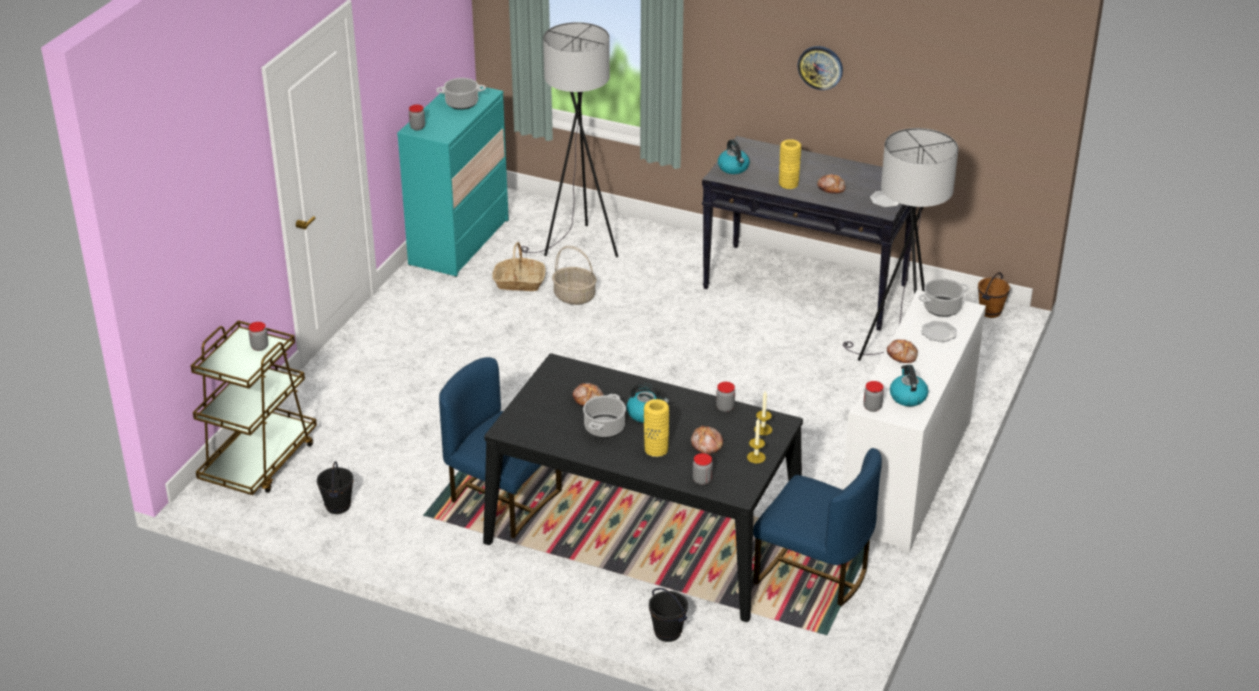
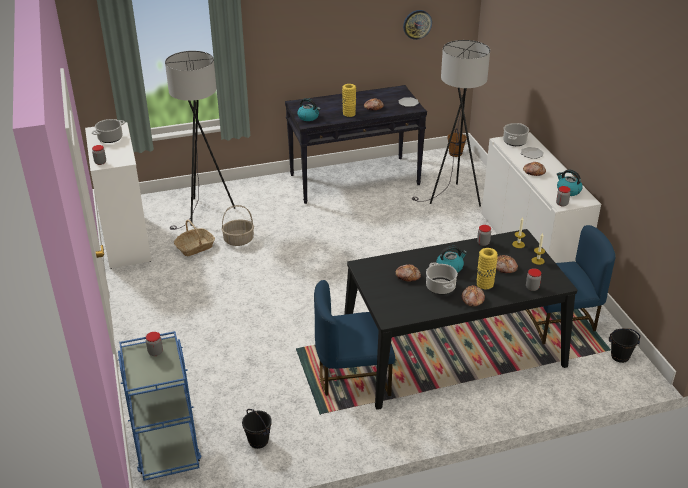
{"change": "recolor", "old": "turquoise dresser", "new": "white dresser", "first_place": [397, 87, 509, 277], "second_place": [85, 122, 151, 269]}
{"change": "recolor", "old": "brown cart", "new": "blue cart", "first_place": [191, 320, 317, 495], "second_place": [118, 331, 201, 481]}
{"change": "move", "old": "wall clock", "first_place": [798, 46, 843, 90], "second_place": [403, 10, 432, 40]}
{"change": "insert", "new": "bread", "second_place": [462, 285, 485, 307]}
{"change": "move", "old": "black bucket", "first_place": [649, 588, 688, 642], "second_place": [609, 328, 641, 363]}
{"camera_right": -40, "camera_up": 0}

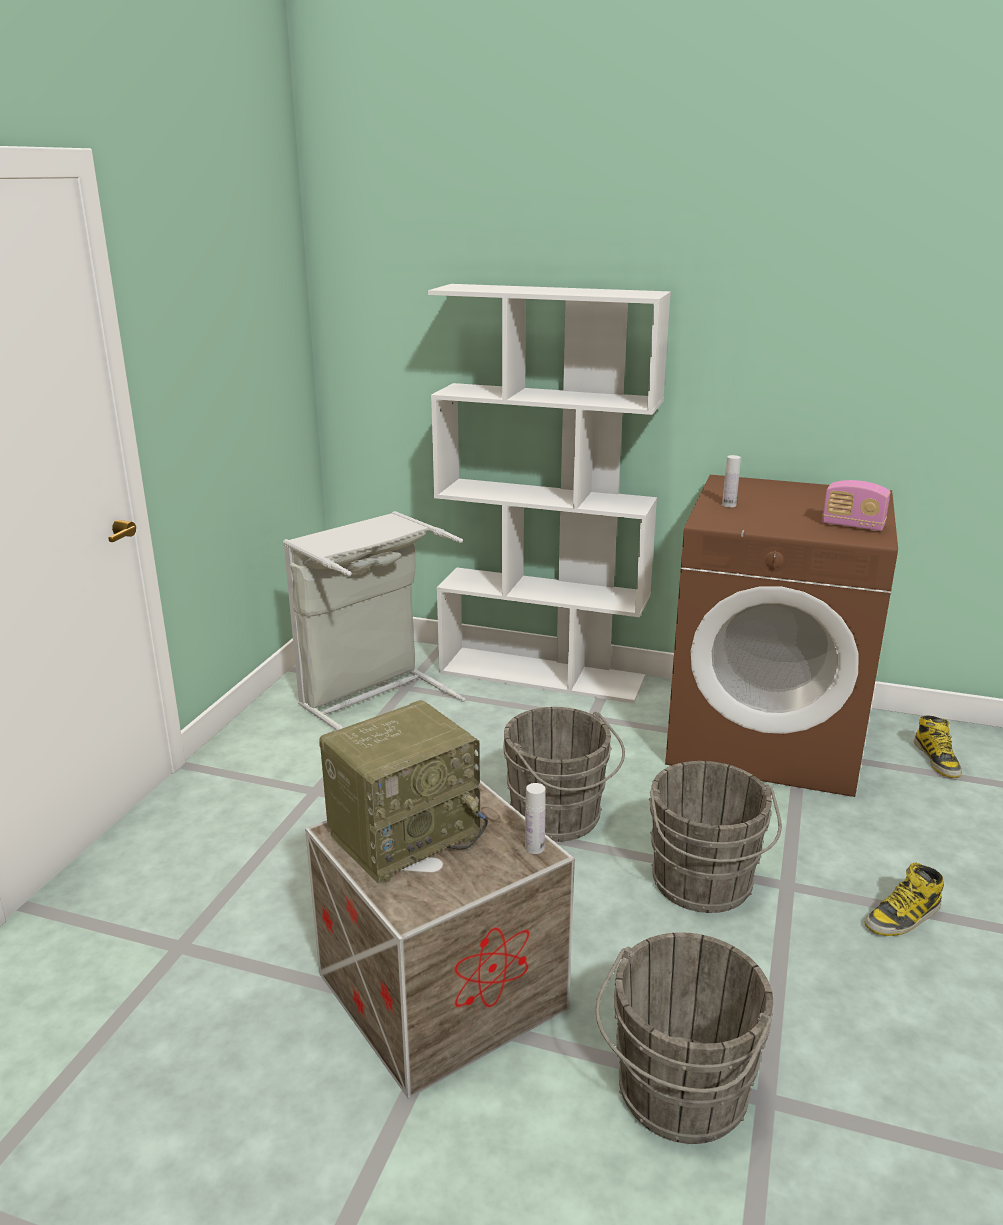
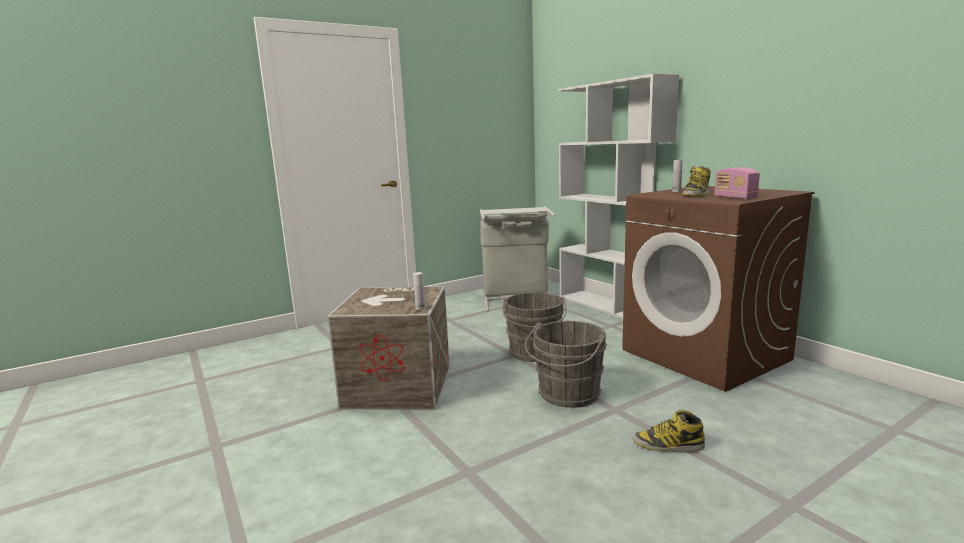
{"change": "move", "old": "boot", "first_place": [914, 716, 962, 778], "second_place": [683, 166, 711, 197]}
{"change": "delete", "old": "radio", "first_place": [319, 700, 488, 884]}
{"change": "delete", "old": "grey bucket", "first_place": [595, 932, 773, 1144]}
{"camera_right": 40, "camera_up": -10}

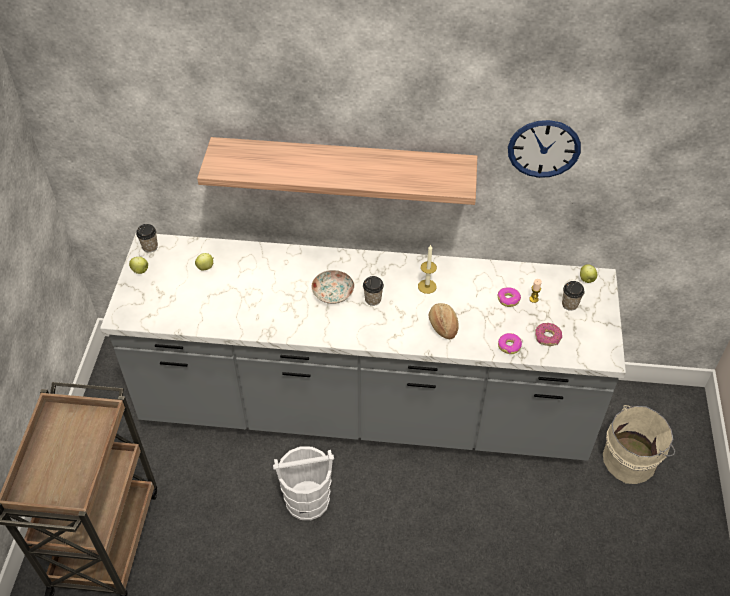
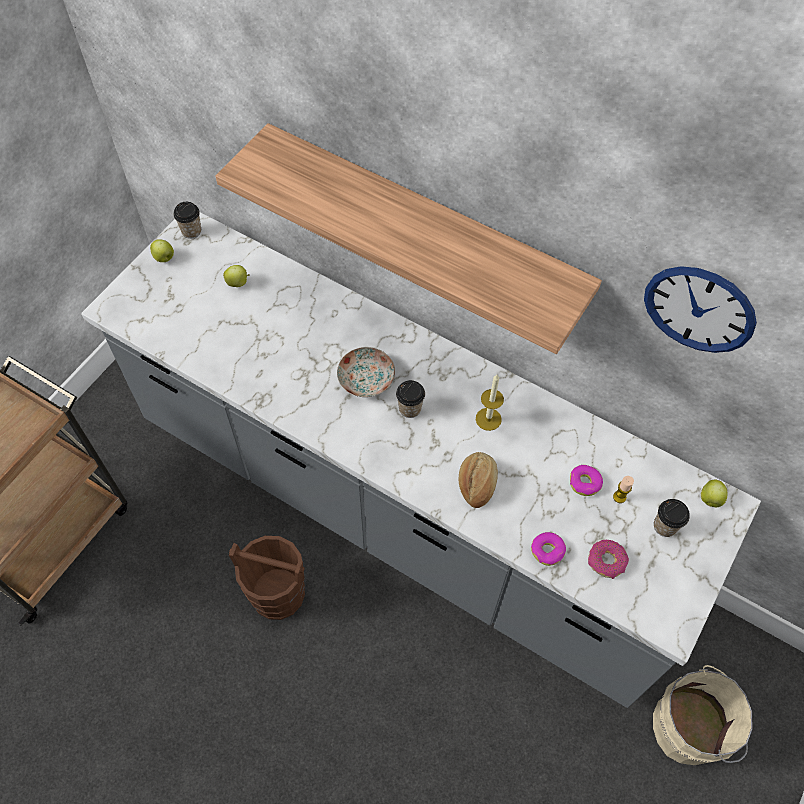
{"change": "recolor", "old": "white bucket", "new": "brown bucket", "first_place": [273, 446, 334, 520], "second_place": [229, 536, 305, 620]}
{"camera_right": 25, "camera_up": 10}

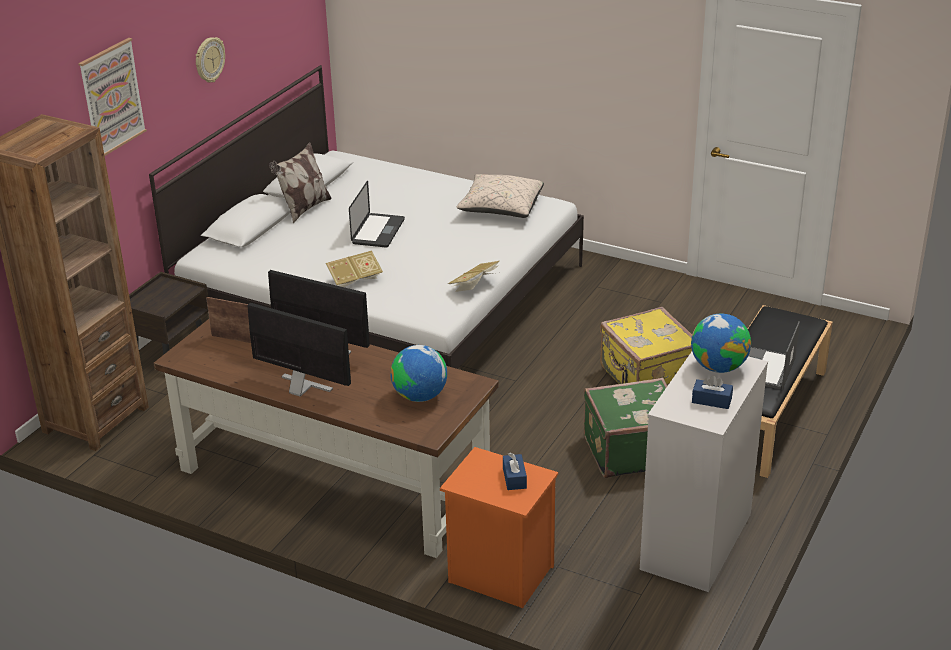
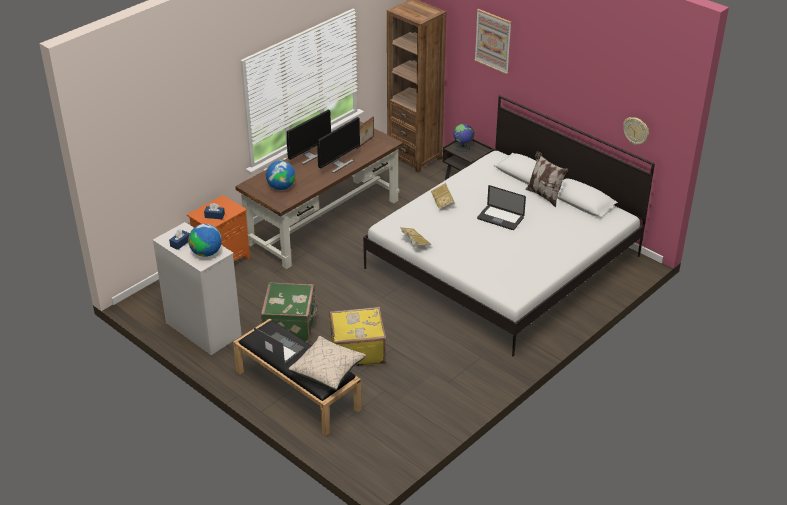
{"change": "move", "old": "beige pillow", "first_place": [457, 174, 544, 218], "second_place": [288, 336, 366, 390]}
{"change": "insert", "new": "globe", "second_place": [453, 124, 475, 152]}
{"change": "move", "old": "wall clock", "first_place": [196, 37, 225, 83], "second_place": [623, 117, 649, 145]}
{"camera_right": 105, "camera_up": 5}

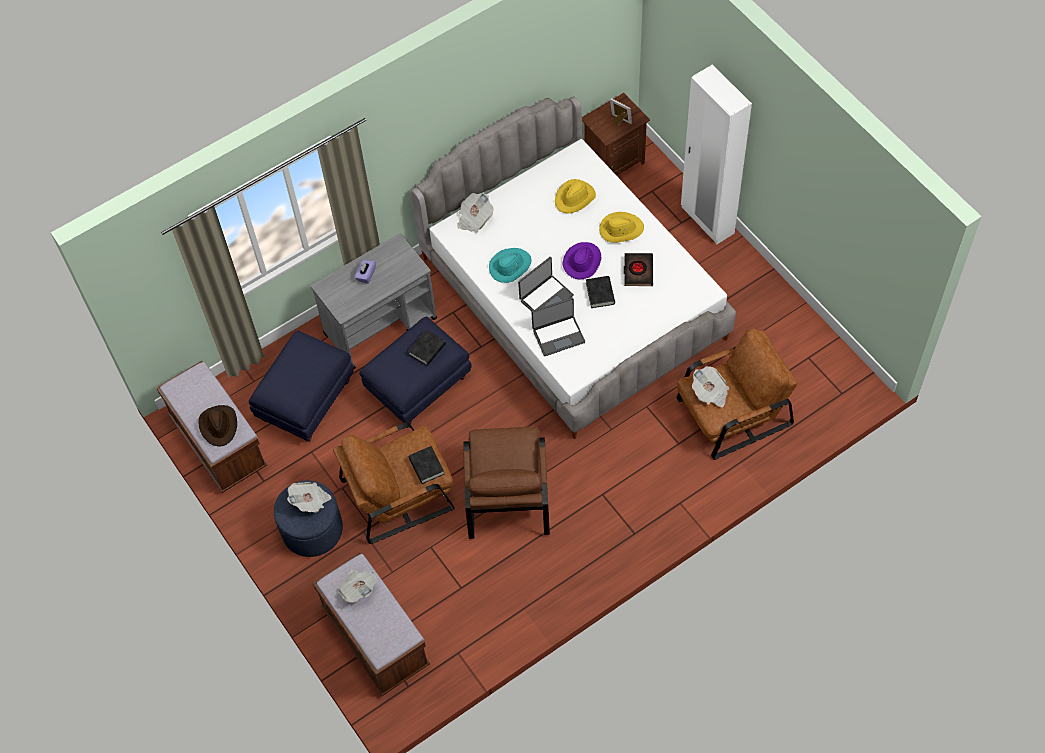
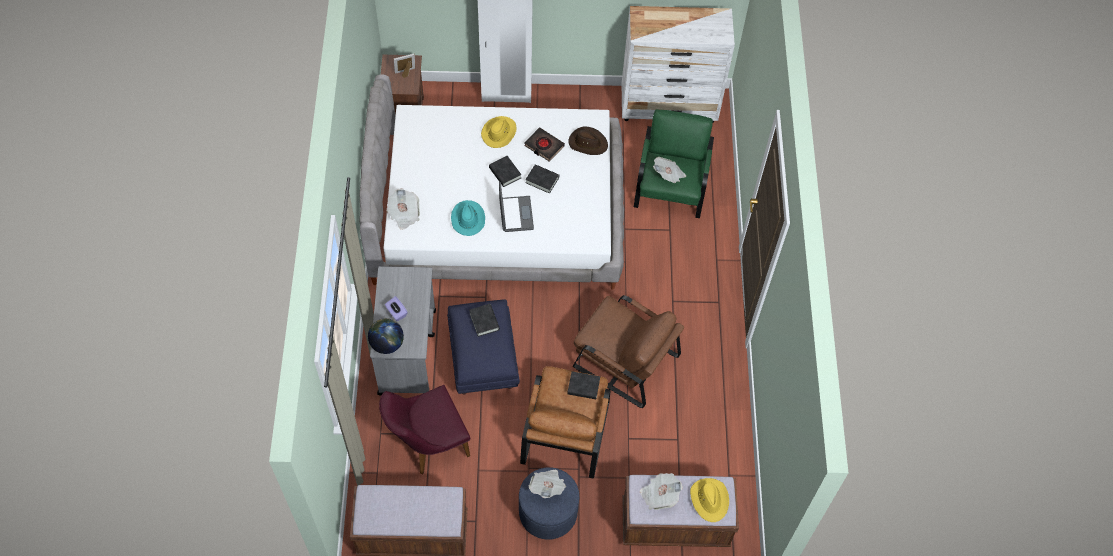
{"change": "insert", "new": "globe", "second_place": [368, 318, 404, 354]}
{"change": "replace", "old": "blue ottoman", "new": "purple chair", "first_place": [249, 330, 353, 442], "second_place": [379, 385, 470, 474]}
{"change": "replace", "old": "purple hat", "new": "black book", "first_place": [562, 242, 602, 279], "second_place": [489, 156, 521, 187]}
{"change": "move", "old": "brown hat", "first_place": [198, 405, 237, 446], "second_place": [568, 127, 608, 155]}
{"change": "insert", "new": "white dresser", "second_place": [621, 6, 735, 123]}
{"change": "recolor", "old": "brown armchair", "new": "green armchair", "first_place": [676, 329, 797, 460], "second_place": [634, 109, 714, 218]}
{"change": "move", "old": "yellow hat", "first_place": [555, 179, 596, 214], "second_place": [690, 478, 729, 522]}
{"change": "delete", "old": "laptop", "first_place": [531, 298, 585, 356]}
{"camera_right": -60, "camera_up": 0}

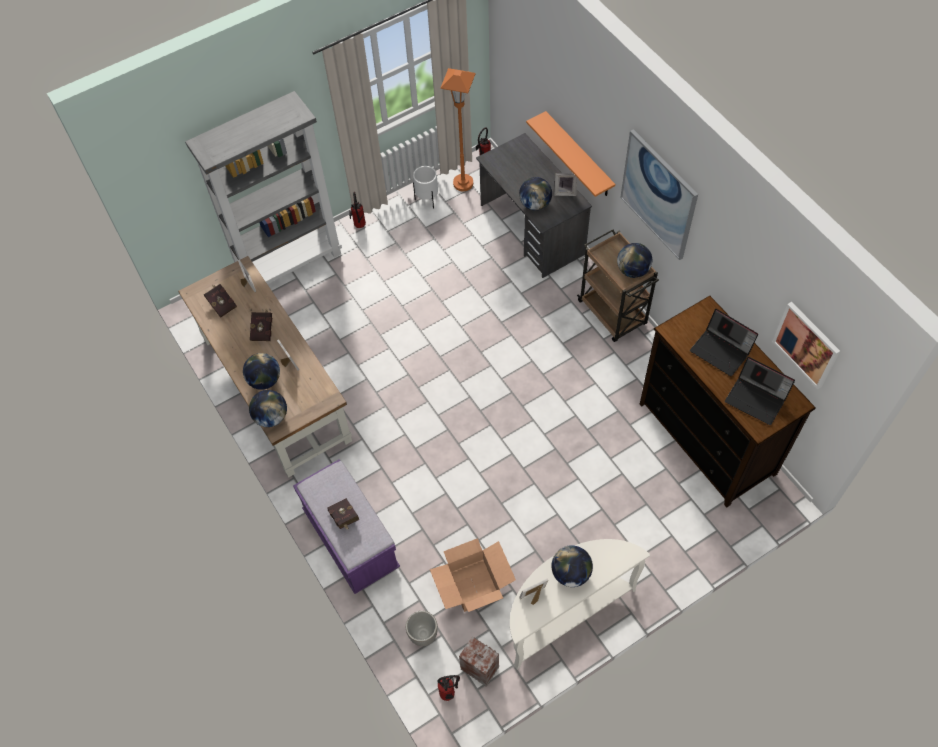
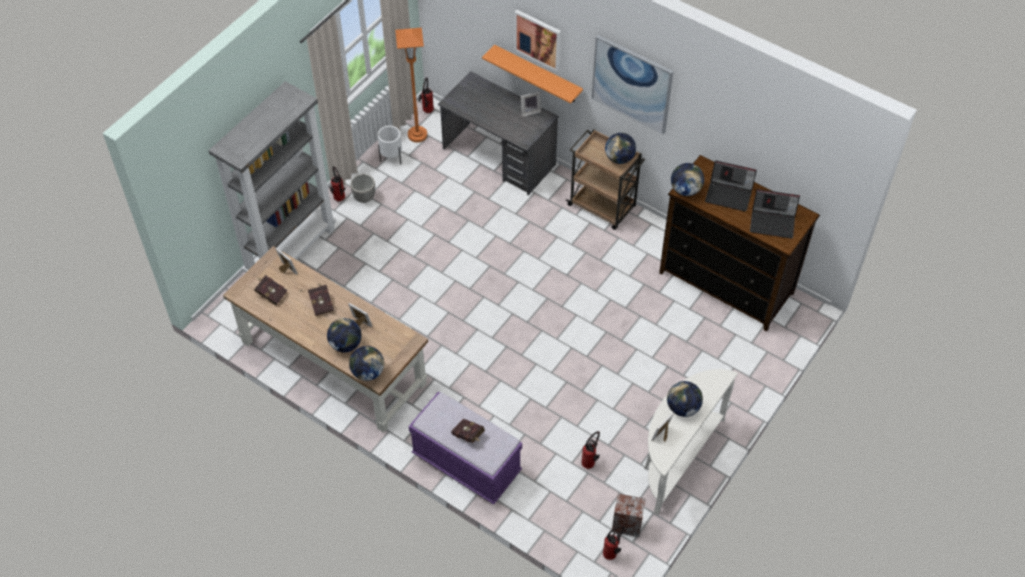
{"change": "move", "old": "planter", "first_place": [406, 611, 438, 646], "second_place": [350, 174, 375, 203]}
{"change": "move", "old": "picture", "first_place": [772, 302, 840, 389], "second_place": [514, 9, 561, 72]}
{"change": "replace", "old": "cardboard box", "new": "fire extinguisher", "first_place": [430, 538, 516, 612], "second_place": [581, 431, 600, 469]}
{"change": "move", "old": "globe", "first_place": [519, 177, 552, 211], "second_place": [671, 163, 704, 196]}
{"camera_right": -25, "camera_up": -5}

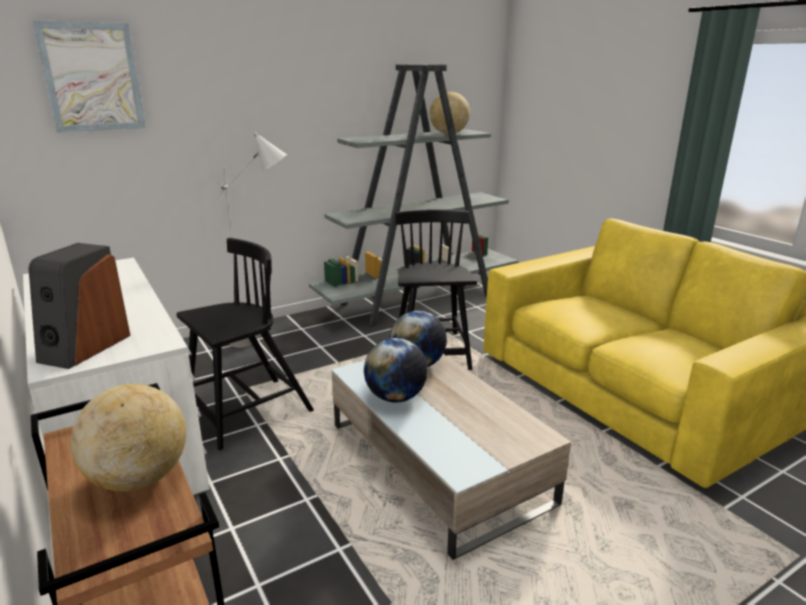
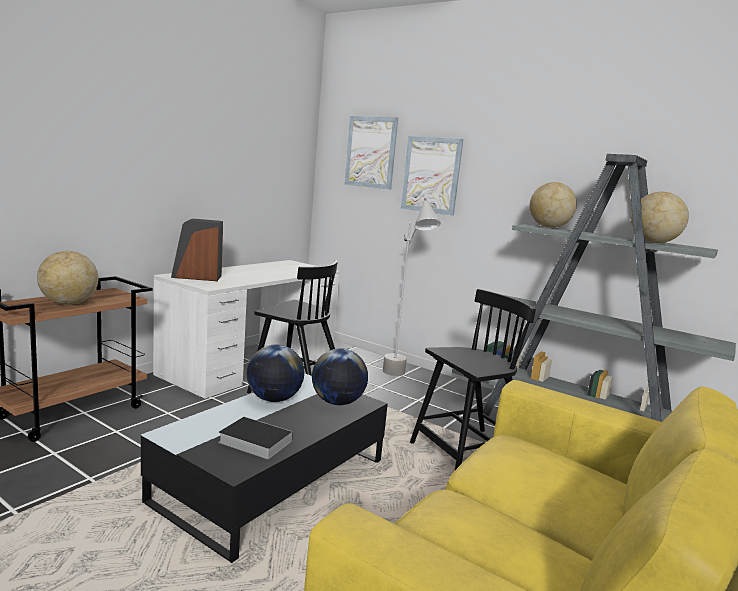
{"change": "recolor", "old": "beige coffee table", "new": "black coffee table", "first_place": [331, 354, 571, 560], "second_place": [141, 374, 388, 563]}
{"change": "insert", "new": "book", "second_place": [218, 417, 293, 459]}
{"change": "insert", "new": "picture", "second_place": [401, 136, 464, 215]}
{"change": "insert", "new": "globe", "second_place": [529, 182, 577, 228]}
{"camera_right": 65, "camera_up": -10}

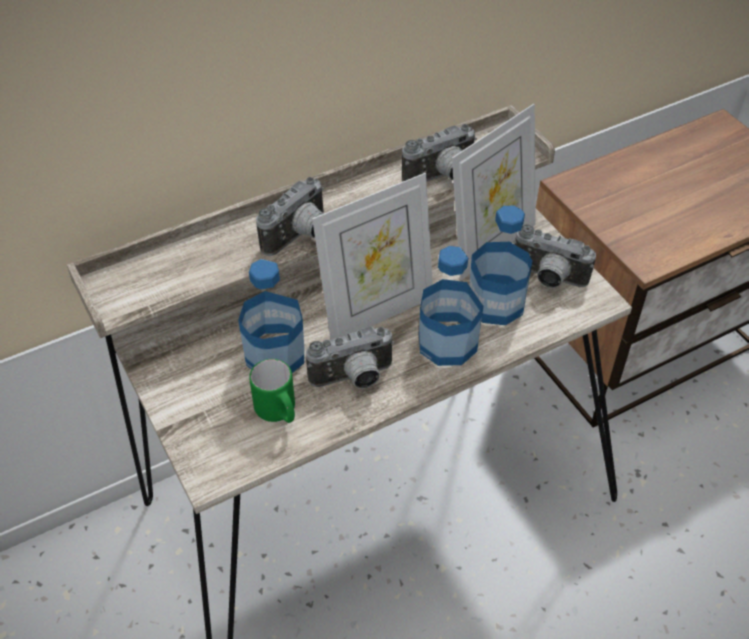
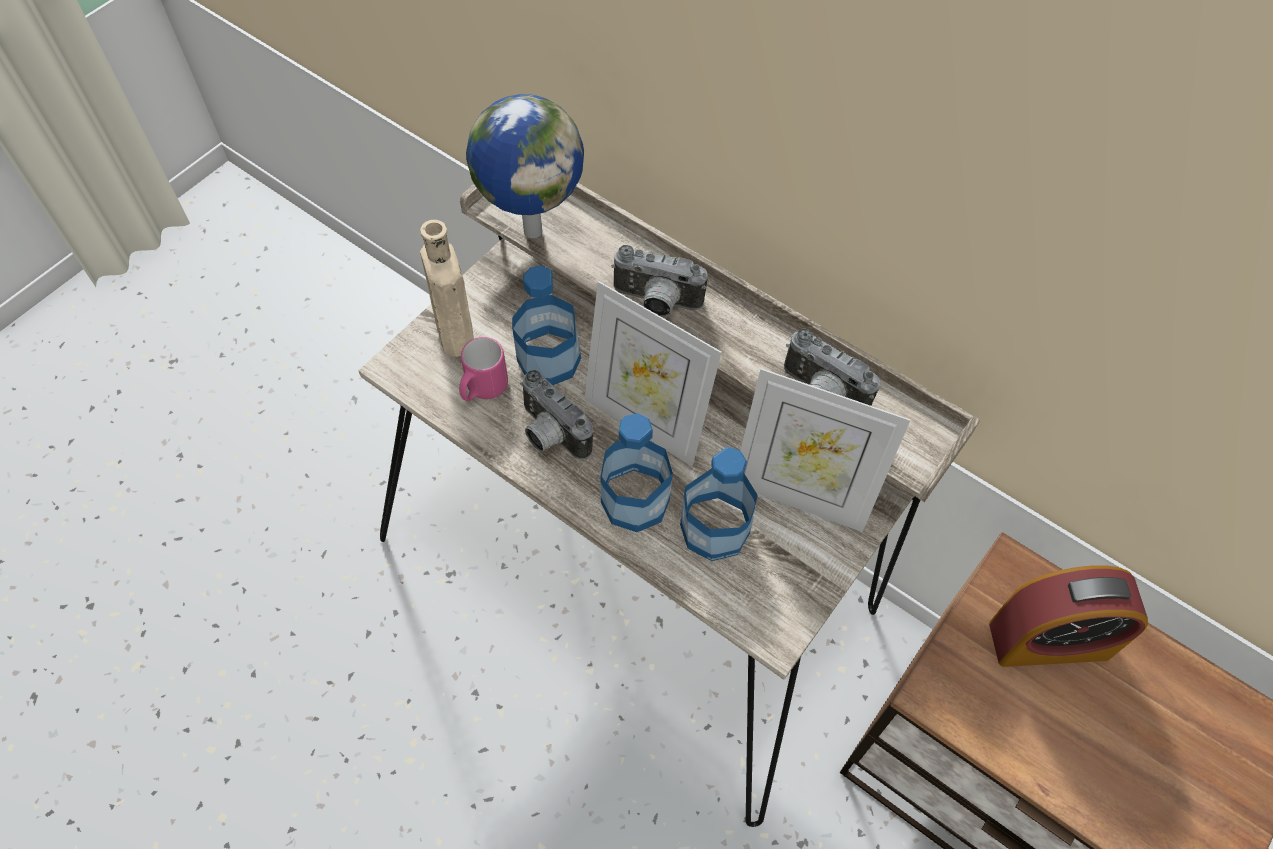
{"change": "insert", "new": "beige bottle", "second_place": [420, 220, 474, 357]}
{"change": "recolor", "old": "green mug", "new": "pink mug", "first_place": [249, 359, 295, 423], "second_place": [459, 337, 508, 401]}
{"change": "insert", "new": "globe", "second_place": [466, 94, 584, 238]}
{"change": "insert", "new": "alarm clock", "second_place": [989, 566, 1148, 667]}
{"change": "delete", "old": "photo camera", "first_place": [513, 225, 596, 288]}
{"camera_right": 65, "camera_up": 10}

